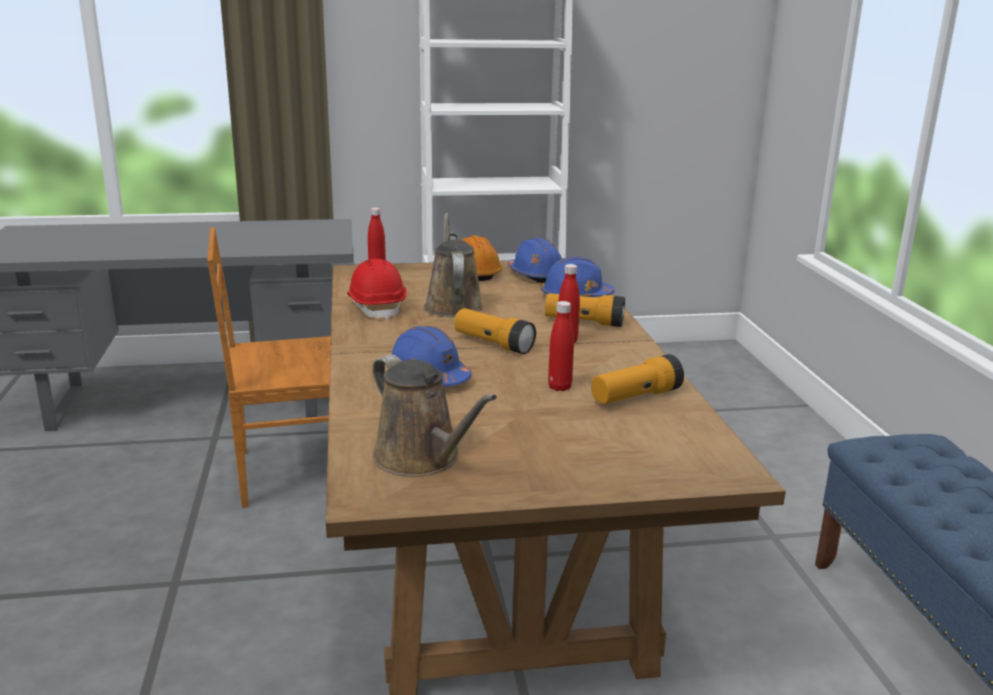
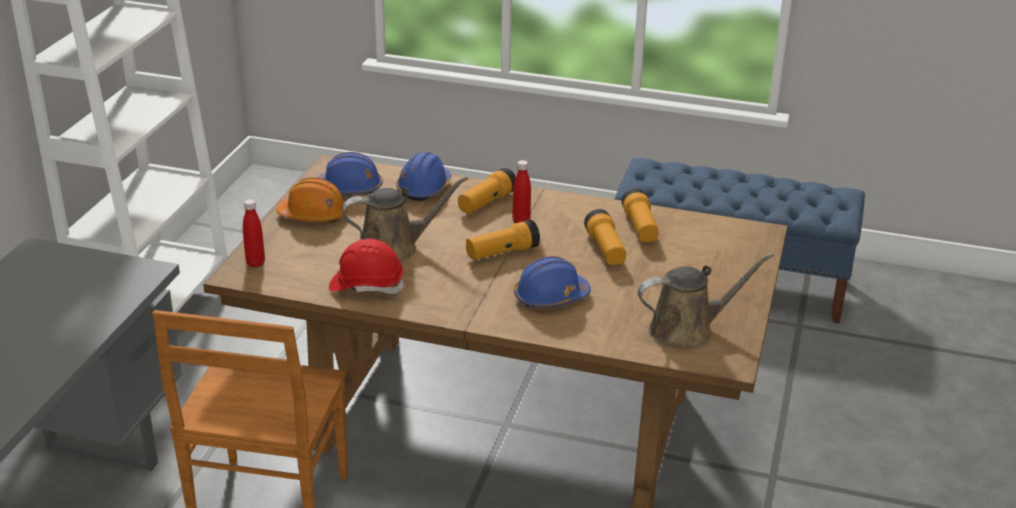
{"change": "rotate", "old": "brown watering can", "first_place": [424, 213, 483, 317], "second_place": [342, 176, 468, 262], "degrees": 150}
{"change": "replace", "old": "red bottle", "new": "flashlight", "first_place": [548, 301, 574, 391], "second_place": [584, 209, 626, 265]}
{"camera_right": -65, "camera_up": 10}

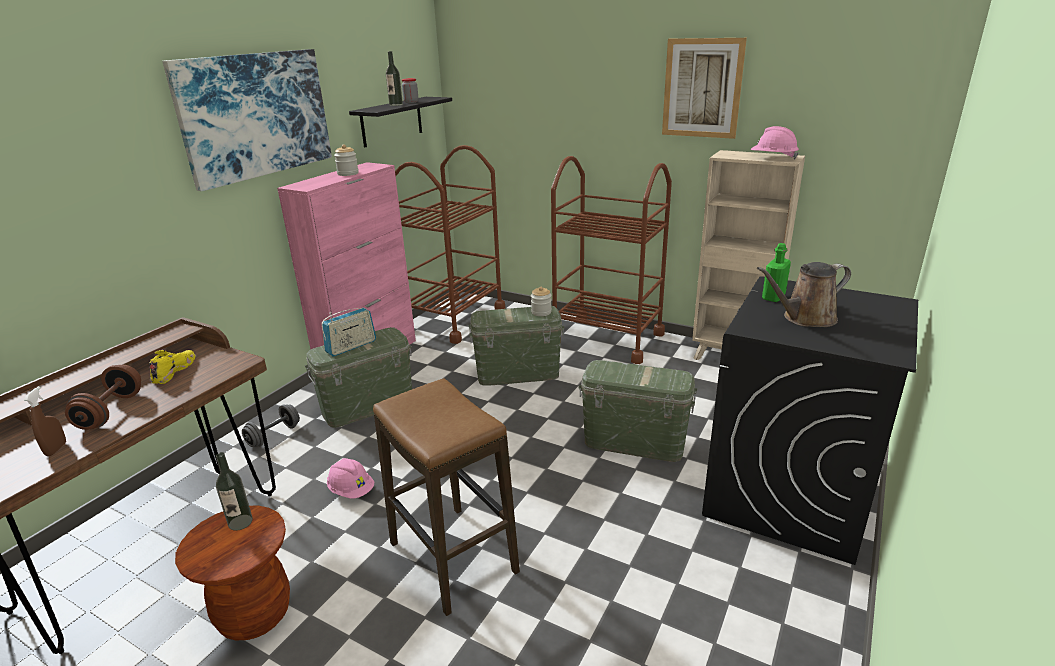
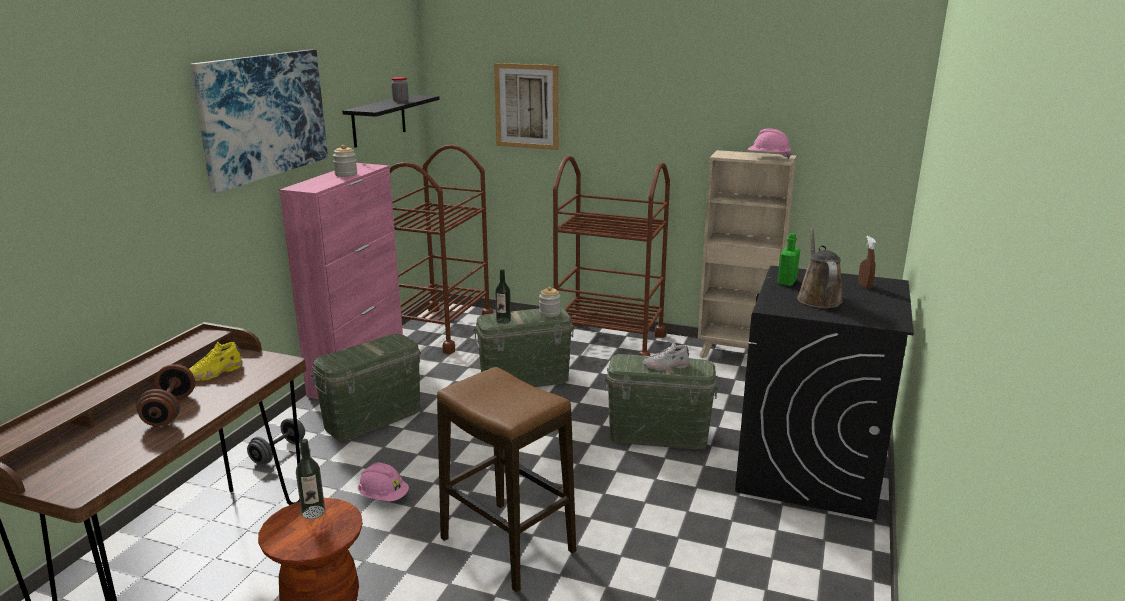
{"change": "rotate", "old": "yellow shoe", "first_place": [149, 350, 195, 384], "second_place": [189, 342, 243, 381], "degrees": -135}
{"change": "move", "old": "picture", "first_place": [662, 38, 747, 139], "second_place": [494, 63, 559, 150]}
{"change": "move", "old": "bottle", "first_place": [386, 51, 403, 106], "second_place": [495, 269, 511, 324]}
{"change": "insert", "new": "white shoe", "second_place": [643, 342, 689, 371]}
{"change": "rotate", "old": "brown watering can", "first_place": [757, 262, 851, 327], "second_place": [797, 228, 843, 308], "degrees": 120}
{"change": "move", "old": "brown spray bottle", "first_place": [24, 386, 66, 456], "second_place": [858, 236, 876, 289]}
{"change": "delete", "old": "radio", "first_place": [322, 308, 376, 356]}
{"camera_right": -10, "camera_up": -5}

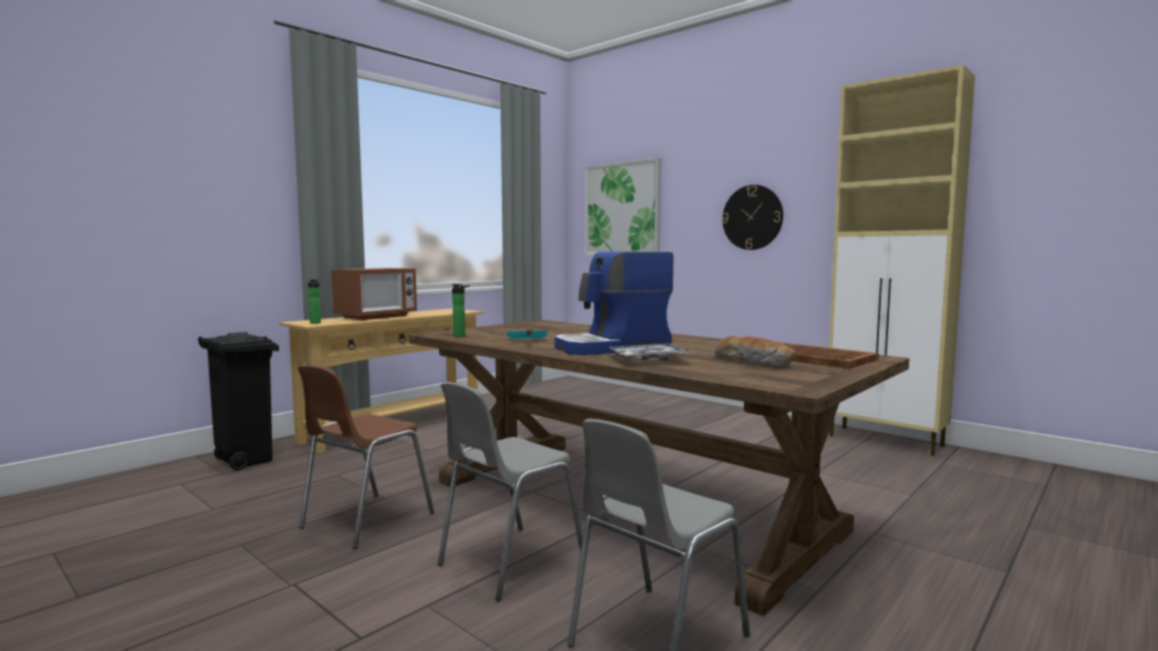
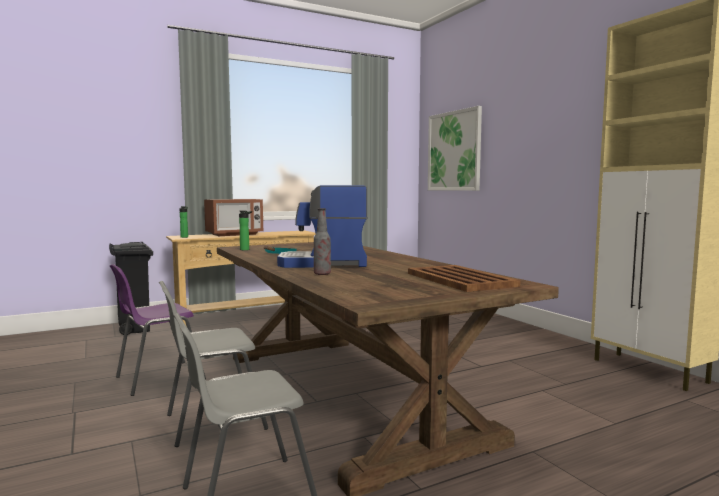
{"change": "recolor", "old": "brown chair", "new": "purple chair", "first_place": [298, 365, 435, 549], "second_place": [110, 264, 206, 396]}
{"change": "replace", "old": "tray", "new": "bottle", "first_place": [610, 343, 694, 360], "second_place": [314, 208, 331, 275]}
{"change": "delete", "old": "bread", "first_place": [715, 336, 796, 366]}
{"change": "delete", "old": "wall clock", "first_place": [722, 185, 783, 250]}
{"camera_right": 20, "camera_up": 0}

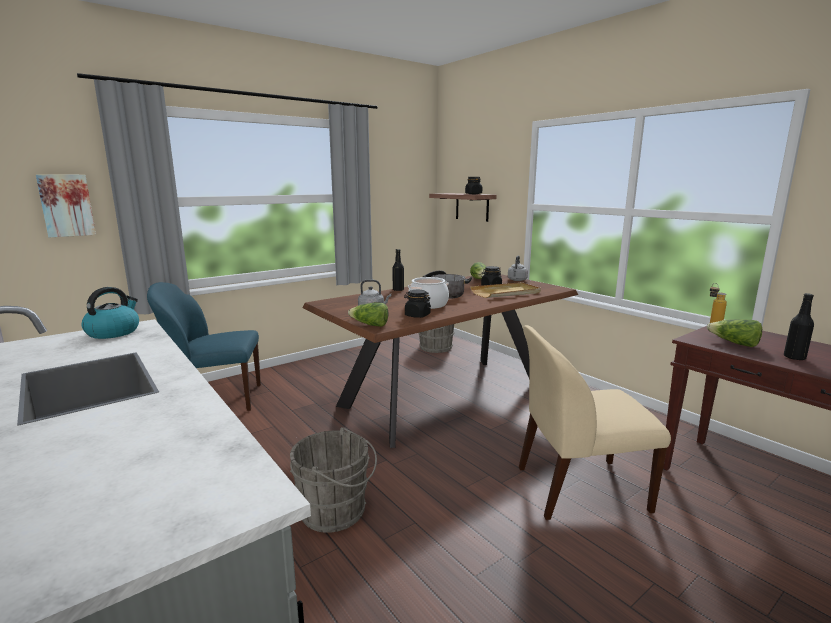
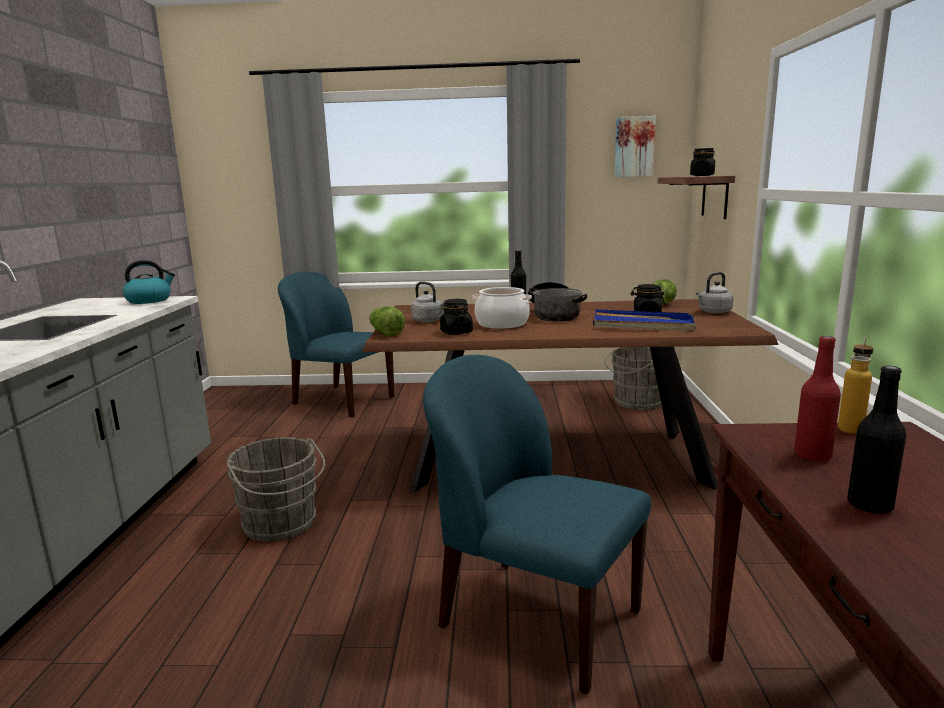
{"change": "recolor", "old": "beige chair", "new": "blue chair", "first_place": [519, 325, 671, 520], "second_place": [423, 355, 651, 695]}
{"change": "recolor", "old": "beige tray", "new": "blue tray", "first_place": [470, 282, 541, 298], "second_place": [593, 309, 696, 331]}
{"change": "move", "old": "picture", "first_place": [36, 174, 96, 238], "second_place": [614, 116, 656, 177]}
{"change": "replace", "old": "lettuce", "new": "red bottle", "first_place": [707, 319, 762, 347], "second_place": [794, 336, 841, 462]}
{"camera_right": 40, "camera_up": 0}

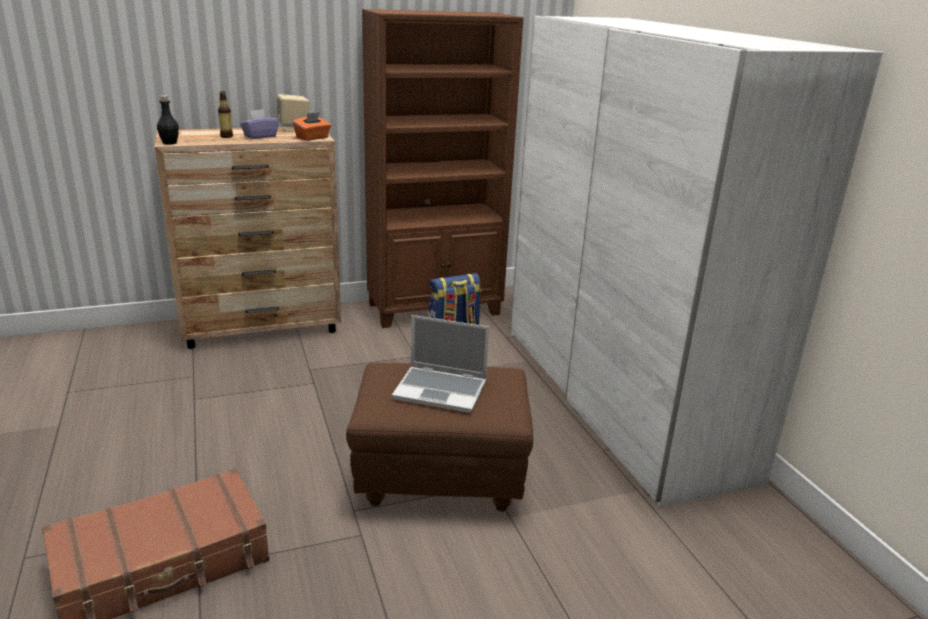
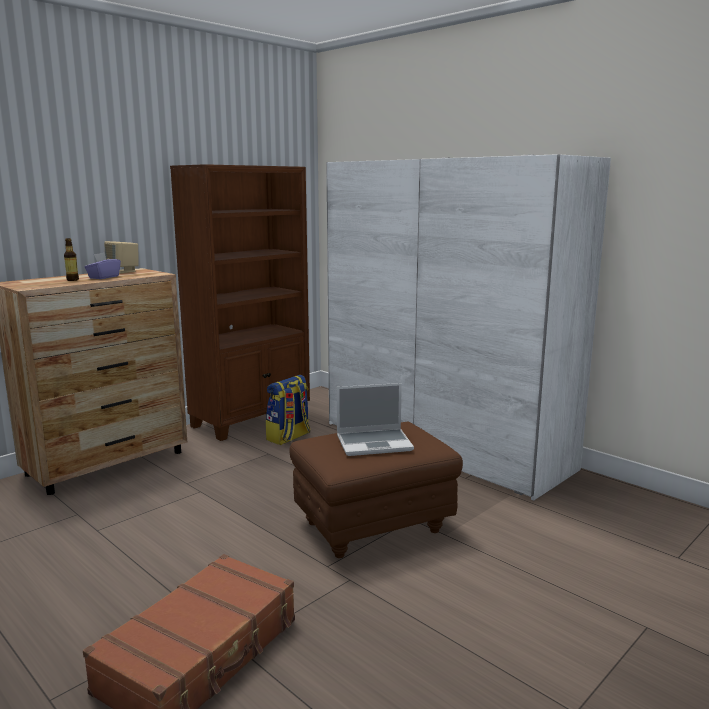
{"change": "delete", "old": "black bottle", "first_place": [157, 95, 179, 145]}
{"change": "delete", "old": "orange tissue box", "first_place": [293, 112, 331, 141]}
{"camera_right": -25, "camera_up": -10}

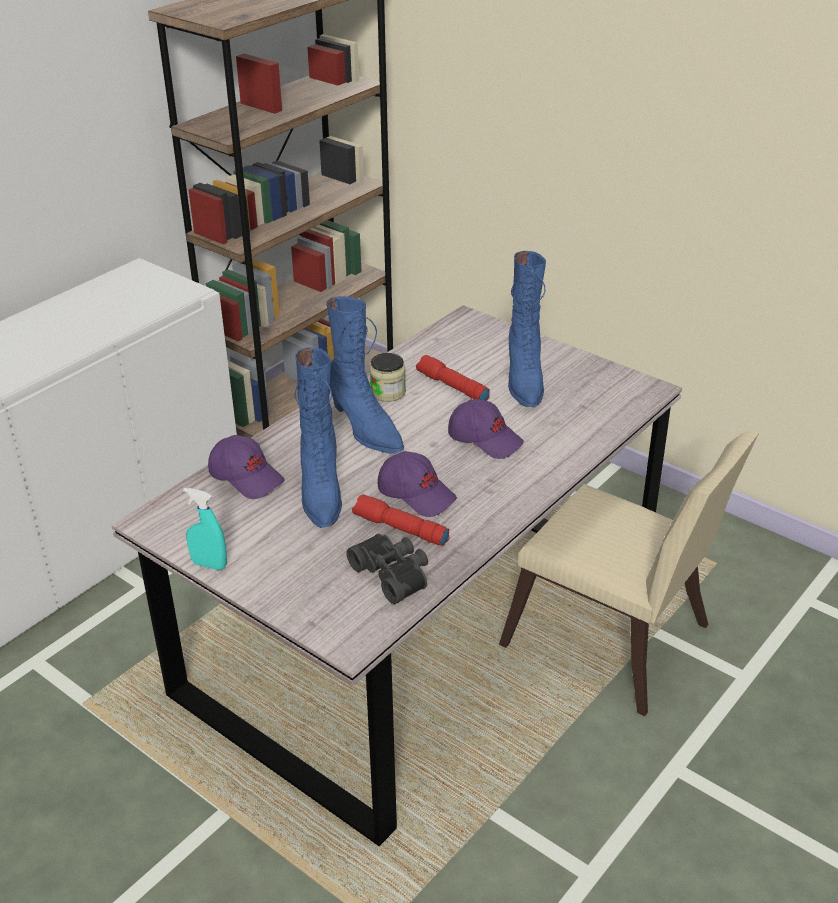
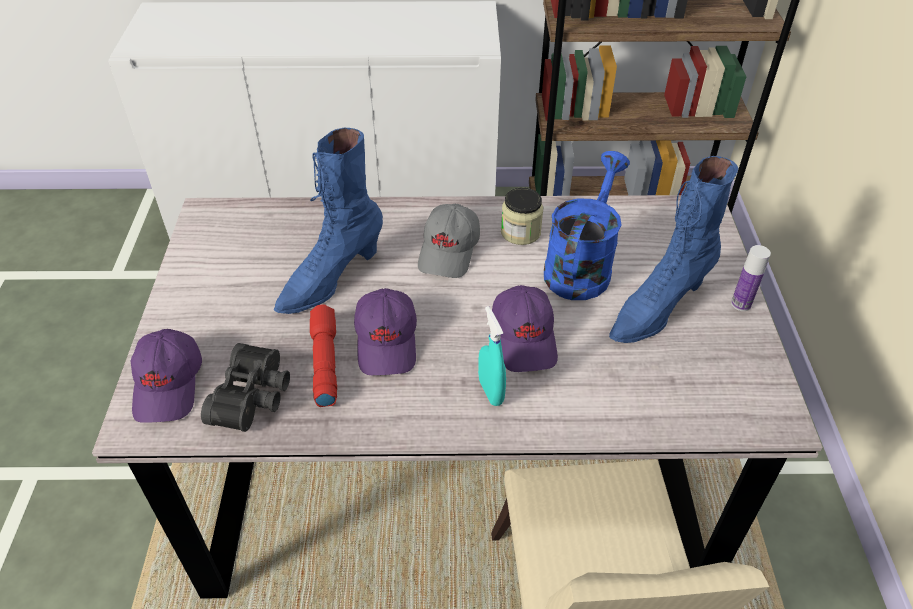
{"change": "move", "old": "purple cap", "first_place": [208, 435, 284, 499], "second_place": [130, 329, 202, 422]}
{"change": "replace", "old": "blue boot", "new": "grey cap", "first_place": [326, 296, 404, 454], "second_place": [418, 204, 480, 278]}
{"change": "move", "old": "turquoise spray bottle", "first_place": [183, 488, 227, 570], "second_place": [478, 306, 506, 406]}
{"change": "replace", "old": "red flashlight", "new": "blue watering can", "first_place": [416, 355, 490, 400], "second_place": [544, 151, 630, 300]}
{"change": "insert", "new": "bottle", "second_place": [731, 245, 771, 311]}
{"camera_right": 50, "camera_up": 10}

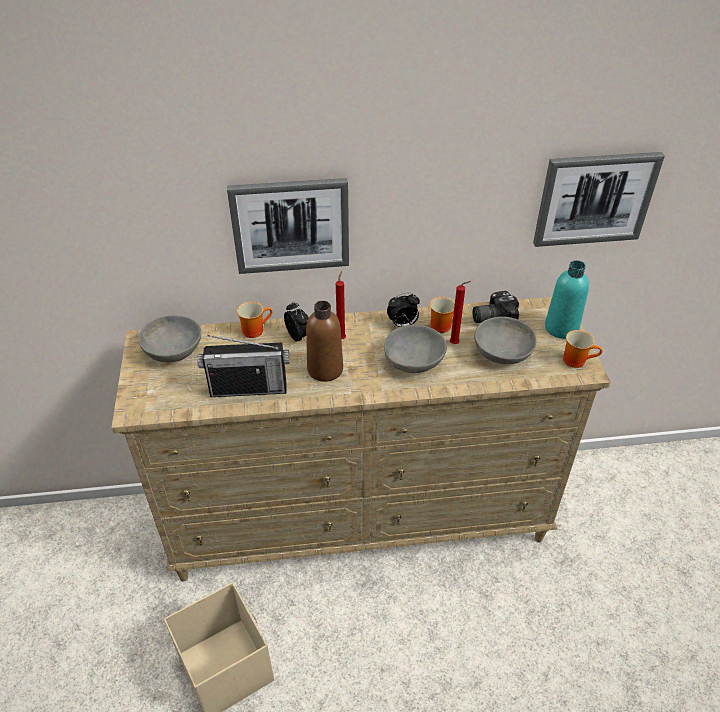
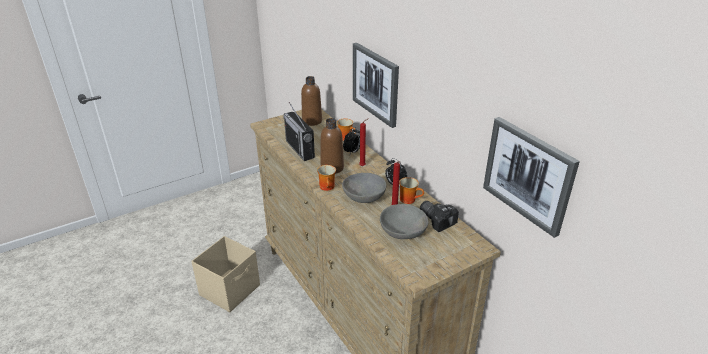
{"change": "replace", "old": "grey bowl", "new": "brown bottle", "first_place": [138, 316, 201, 362], "second_place": [301, 76, 322, 126]}
{"change": "move", "old": "mug", "first_place": [563, 330, 602, 368], "second_place": [317, 165, 336, 191]}
{"change": "delete", "old": "turquoise bottle", "first_place": [545, 260, 589, 339]}
{"camera_right": 65, "camera_up": -10}

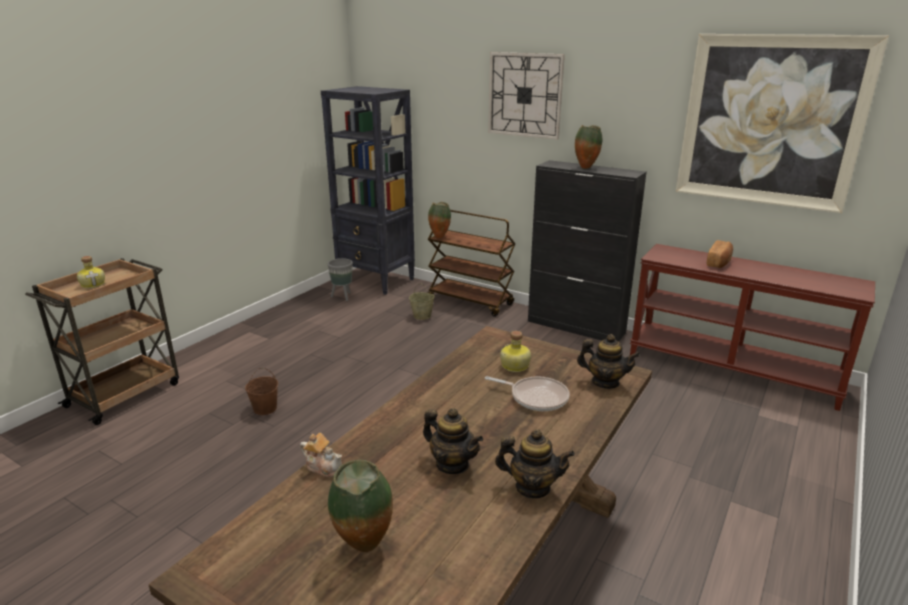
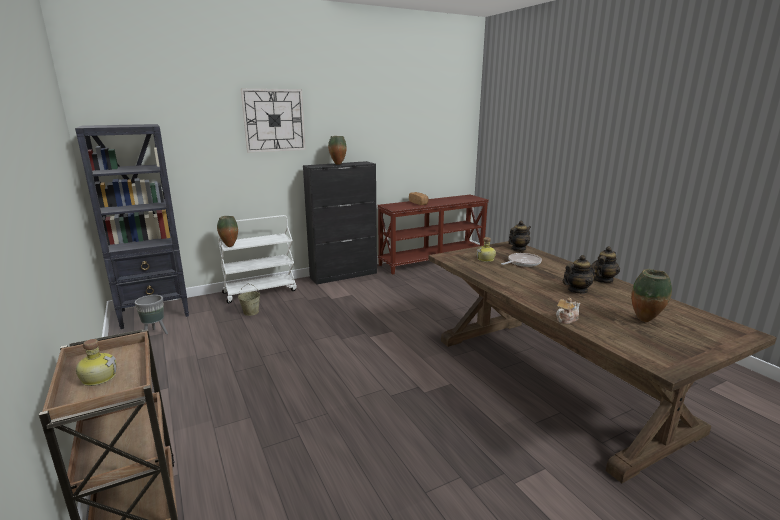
{"change": "recolor", "old": "brown cart", "new": "white cart", "first_place": [428, 210, 515, 317], "second_place": [218, 215, 297, 303]}
{"change": "delete", "old": "brown bucket", "first_place": [245, 368, 278, 415]}
{"change": "delete", "old": "picture", "first_place": [675, 34, 889, 213]}
{"camera_right": -60, "camera_up": -5}

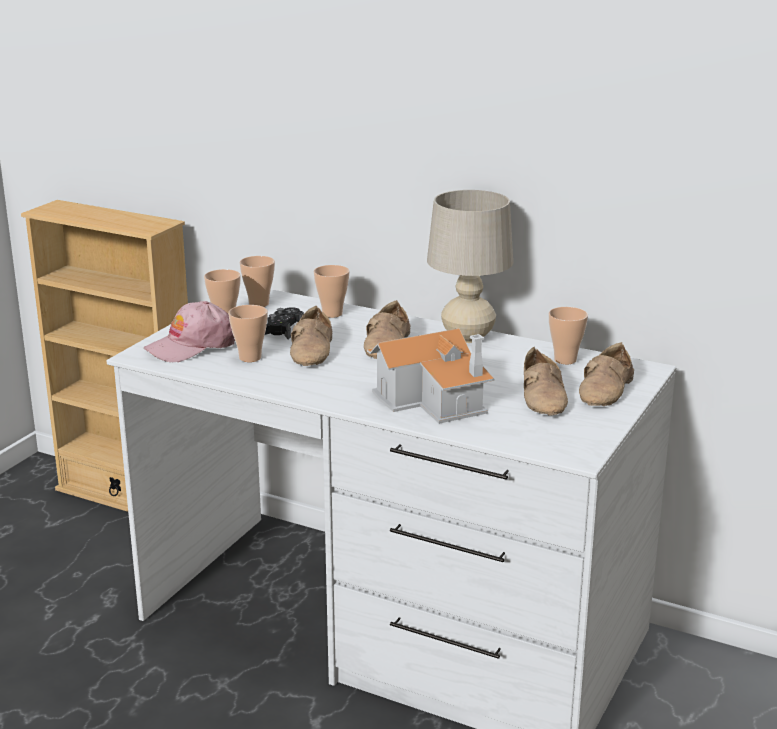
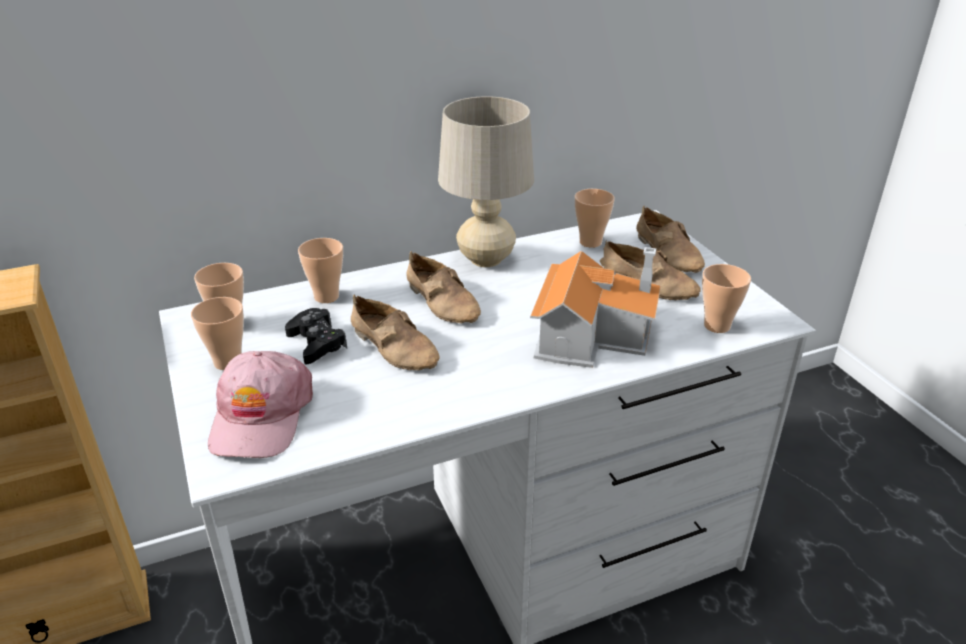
{"change": "move", "old": "cup", "first_place": [228, 305, 268, 362], "second_place": [702, 264, 751, 333]}
{"camera_right": -50, "camera_up": 10}

